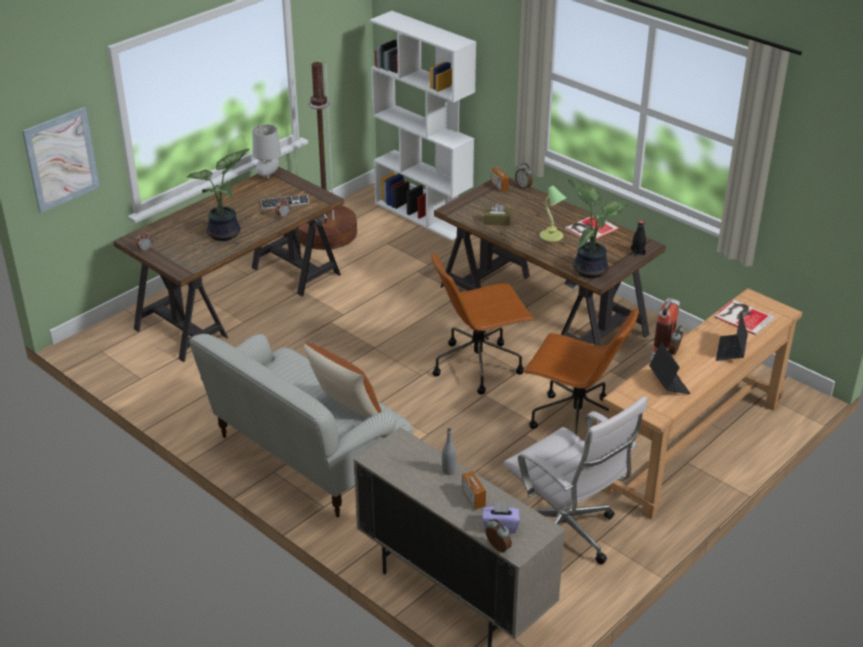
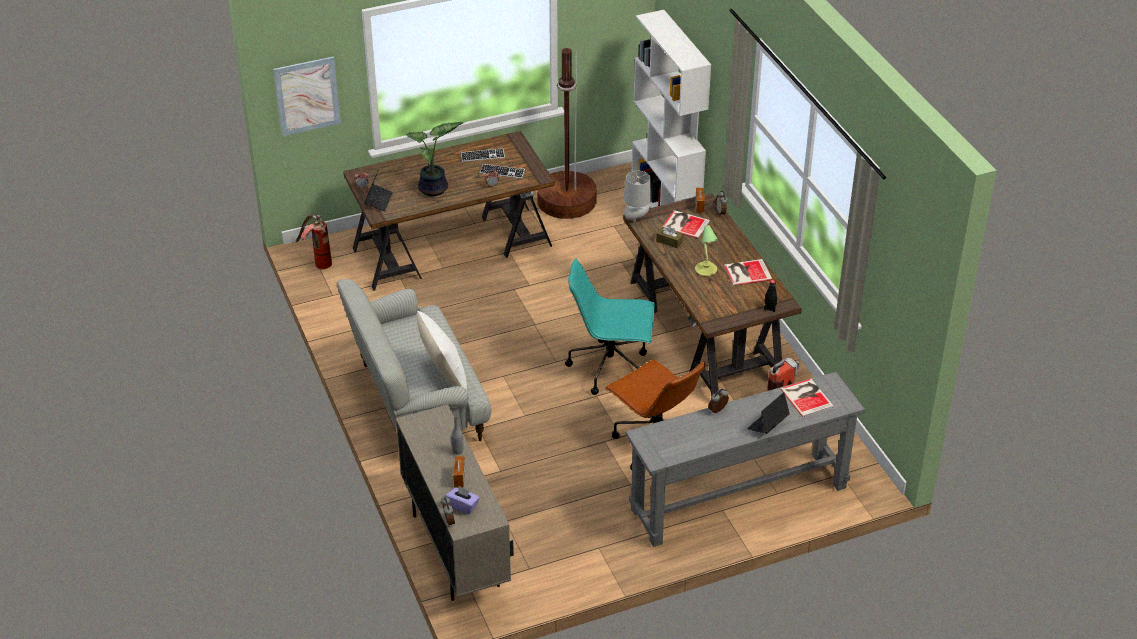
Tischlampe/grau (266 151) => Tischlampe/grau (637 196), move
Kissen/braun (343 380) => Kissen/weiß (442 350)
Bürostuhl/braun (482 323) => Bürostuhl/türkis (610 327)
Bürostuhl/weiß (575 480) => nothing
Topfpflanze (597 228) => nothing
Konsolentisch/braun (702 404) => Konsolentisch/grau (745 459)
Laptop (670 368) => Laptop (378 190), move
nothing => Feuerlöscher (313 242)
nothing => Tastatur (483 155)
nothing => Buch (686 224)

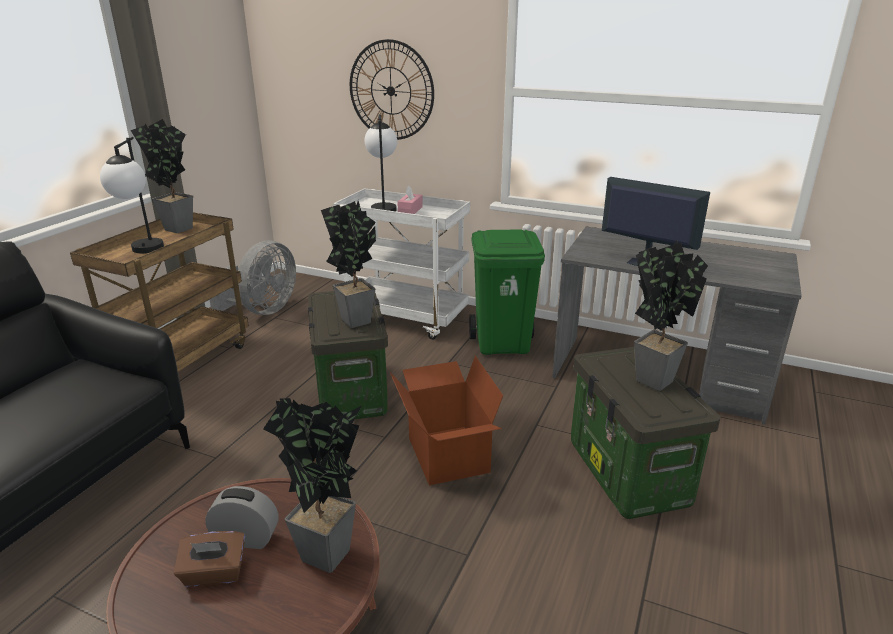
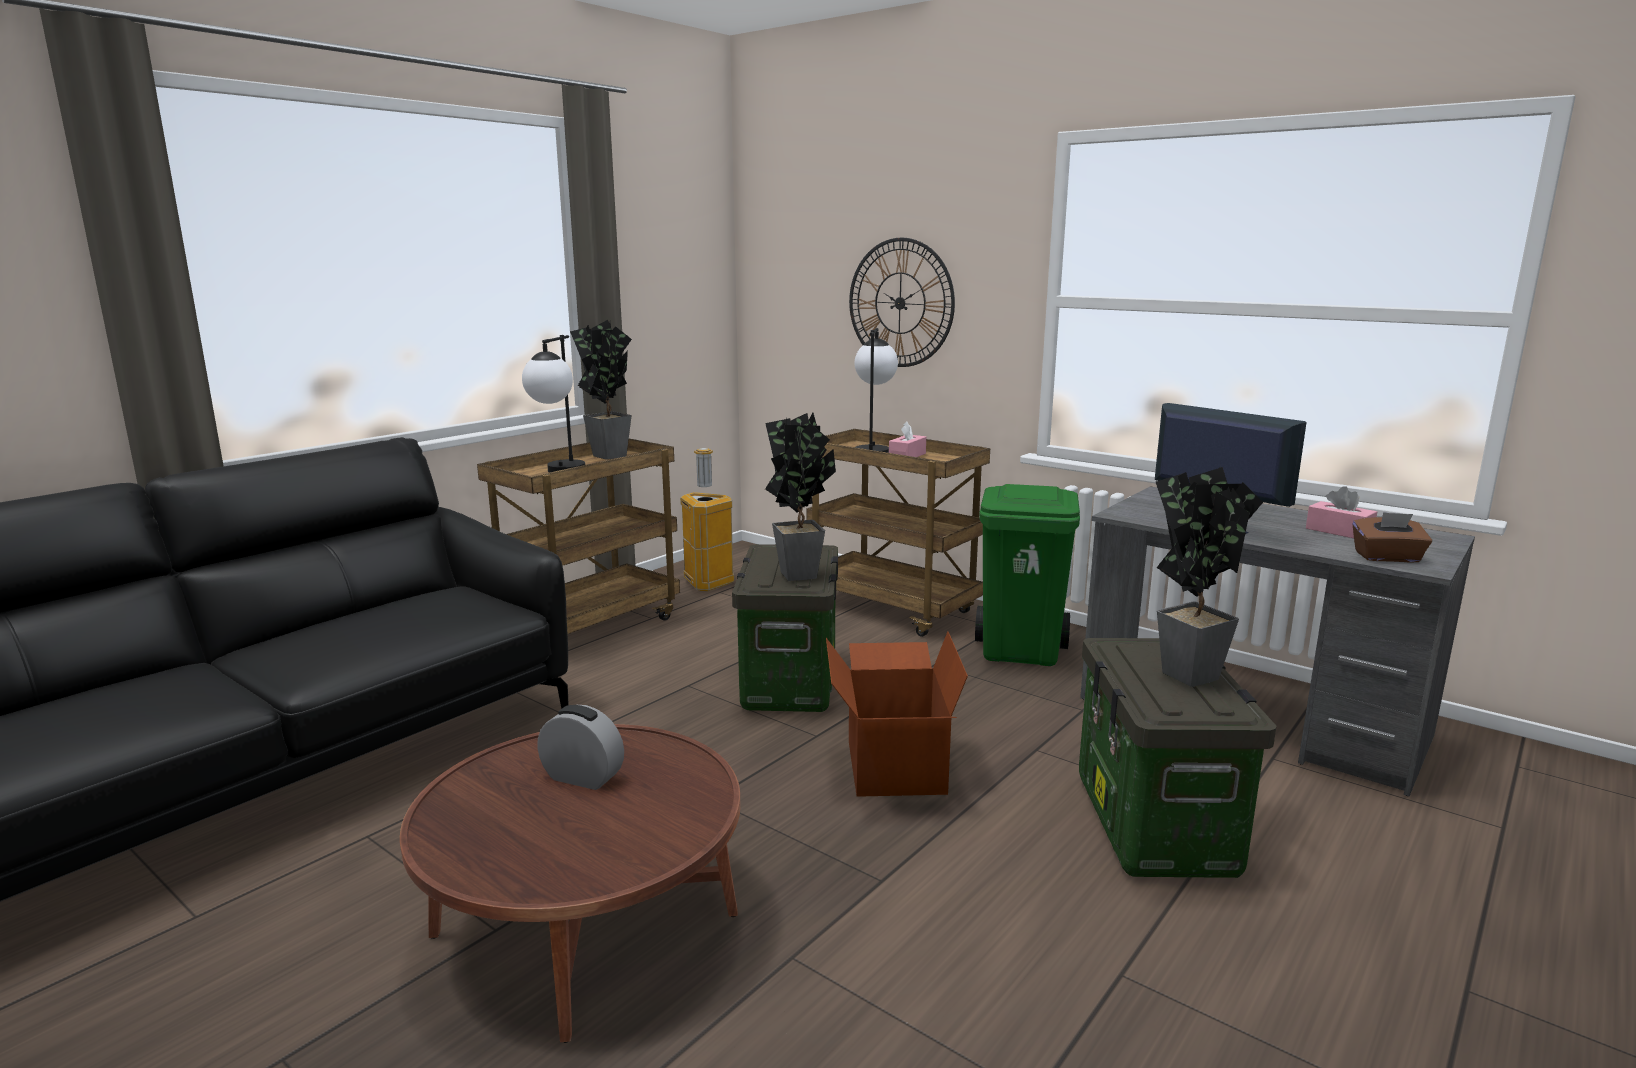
Taschentuchbox/braun (209 559) => Taschentuchbox/braun (1392 537), move
Ventilator/grau (253 277) => Mülleimer (707 519)
Topfpflanze (312 485) => nothing
Rollwagen/weiß (401 264) => Rollwagen/braun (898 533)
nothing => Taschentuchbox/rosa (1341 512)

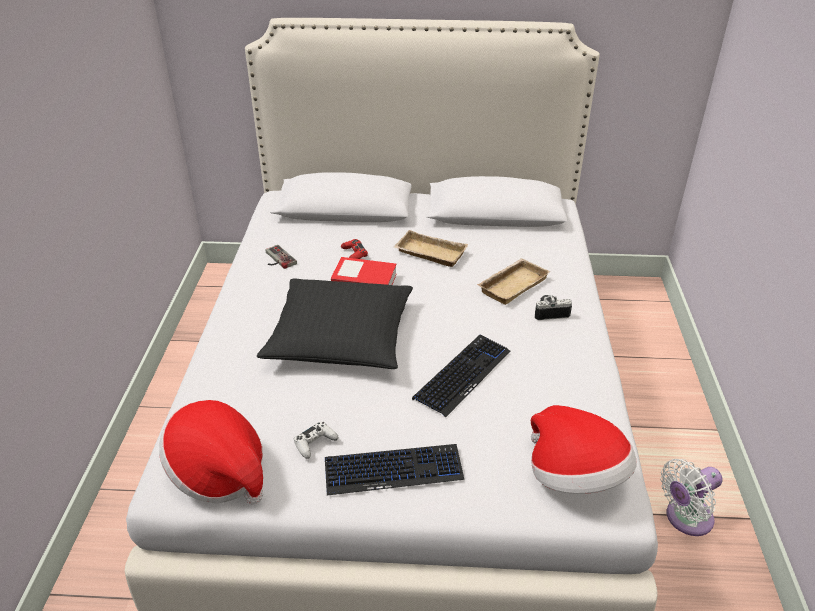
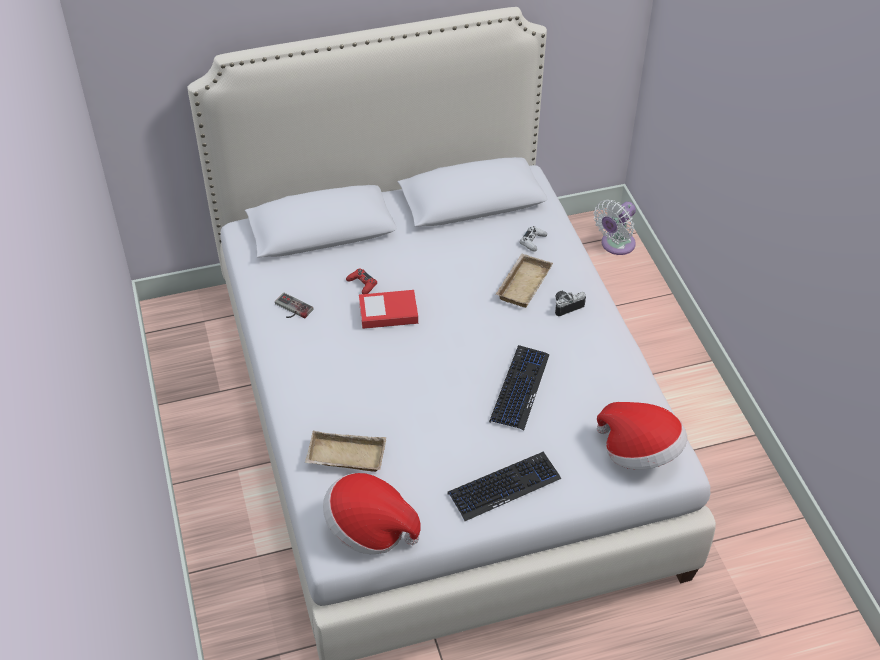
Kissen/schwarz (335 323) => nothing
Gamepad/weiß (316 440) => Gamepad/weiß (533 238), move
Tablett/beige (431 248) => Tablett/beige (345 451), move
Ventilator/weiß (691 497) => Ventilator/weiß (615 227), move

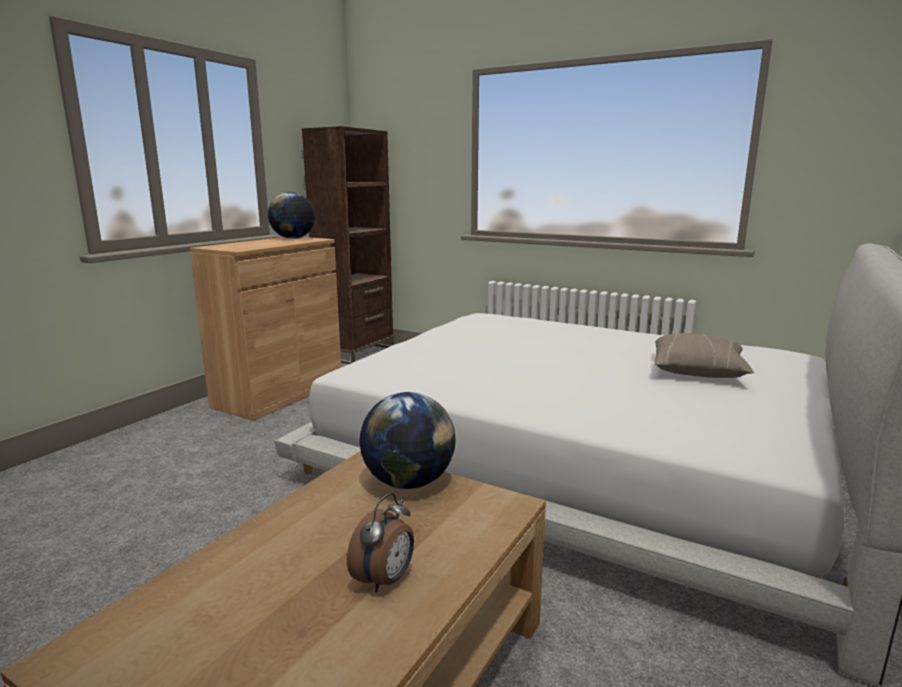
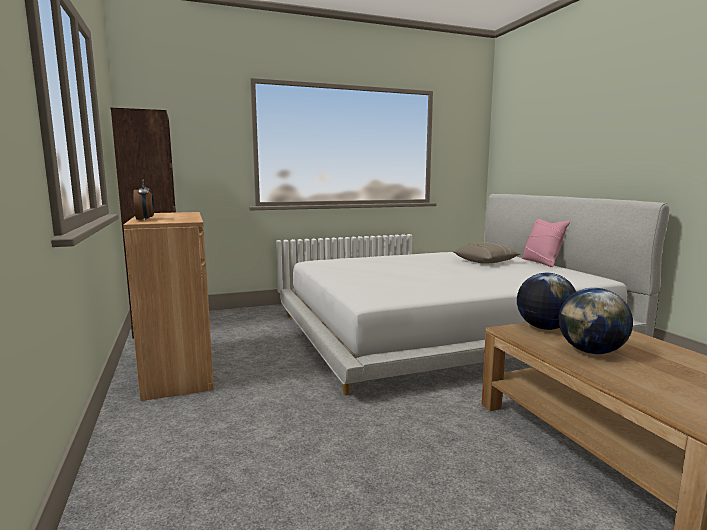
Globus (291 215) => Globus (596 321), move
Wecker (380 542) => Wecker (143 199), move
nothing => Kissen/rosa (546 243)

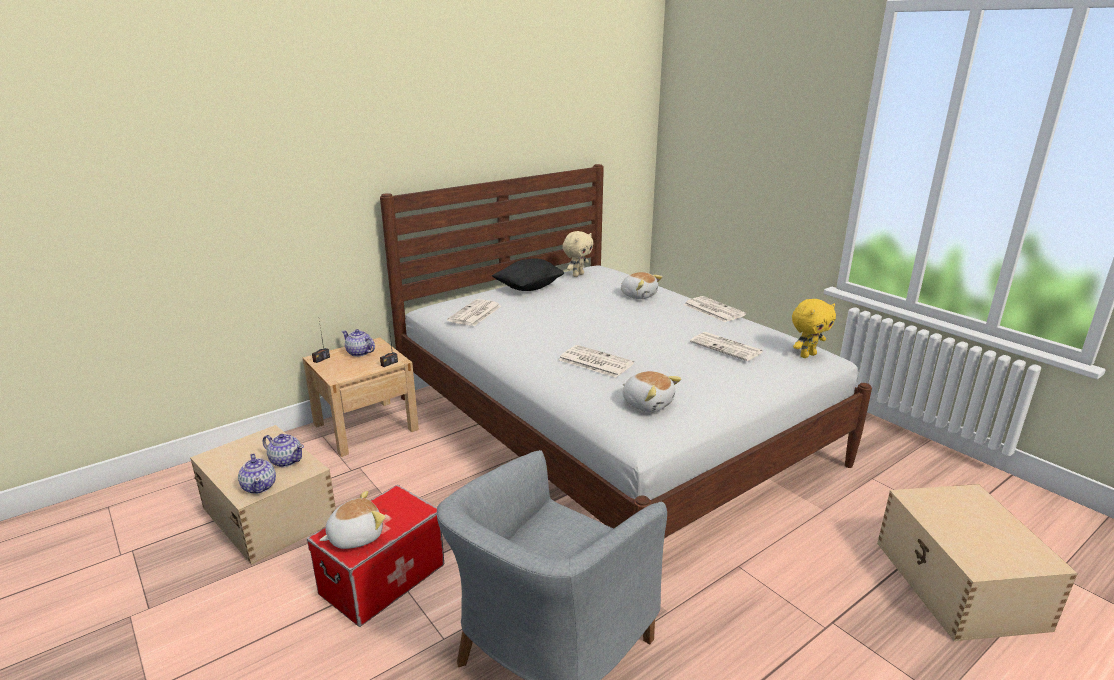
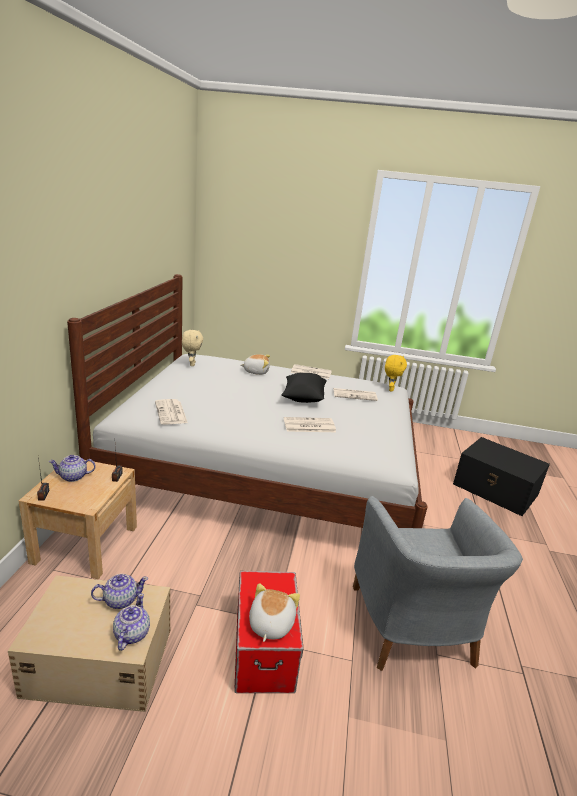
Teekanne (257 474) => Teekanne (131 622), 105 degrees counterclockwise
Kissen/schwarz (528 274) => Kissen/schwarz (304 388), move
Plüschtier (652 391) => nothing
Aufbewahrungsbox/beige (977 562) => Aufbewahrungsbox/schwarz (501 476)

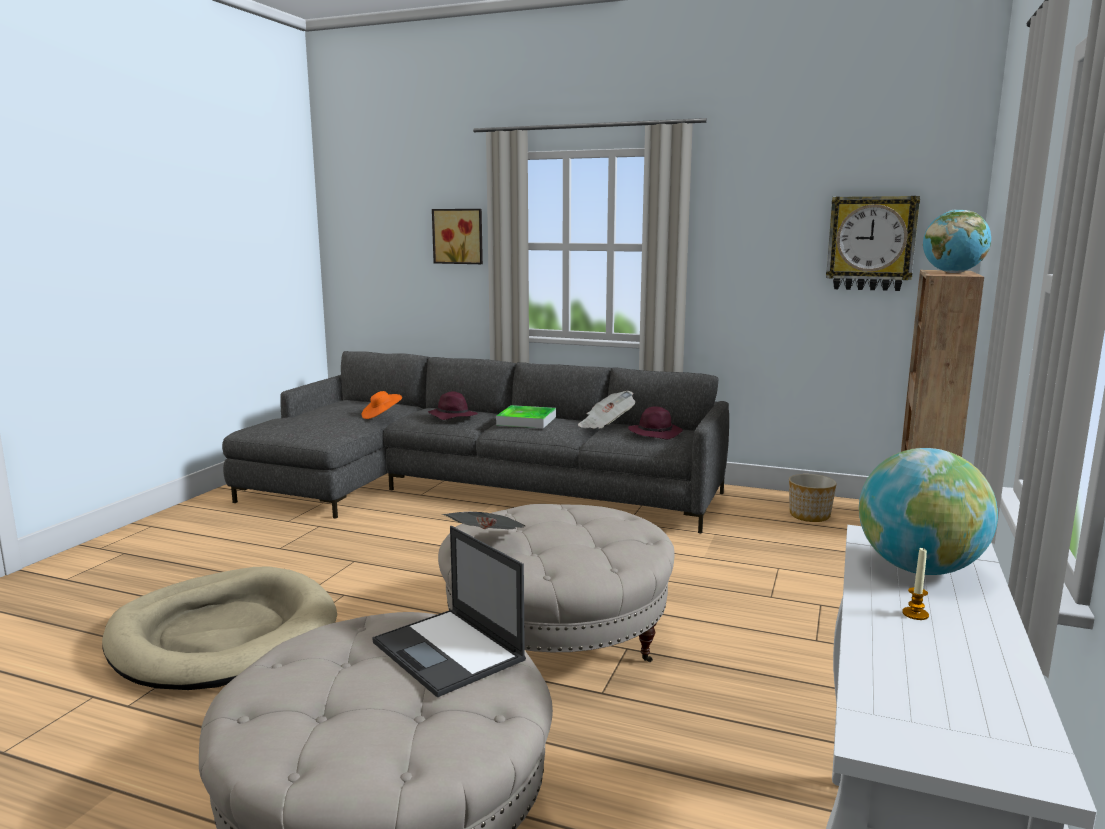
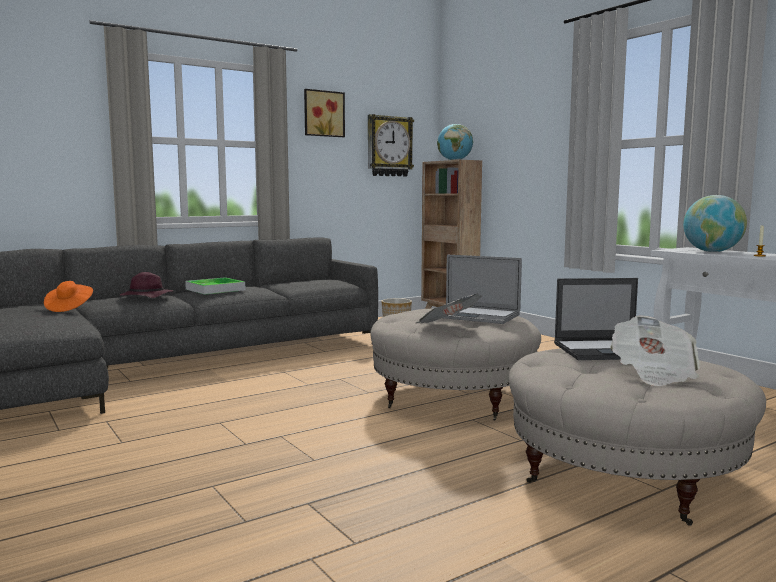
Hundebett/beige (219 628) => nothing
Bild (457 236) => Bild (324 113), move
Zeitung (606 410) => Zeitung (655 350), move
Hut/lila (655 423) => nothing
nothing => Laptop (473 289)

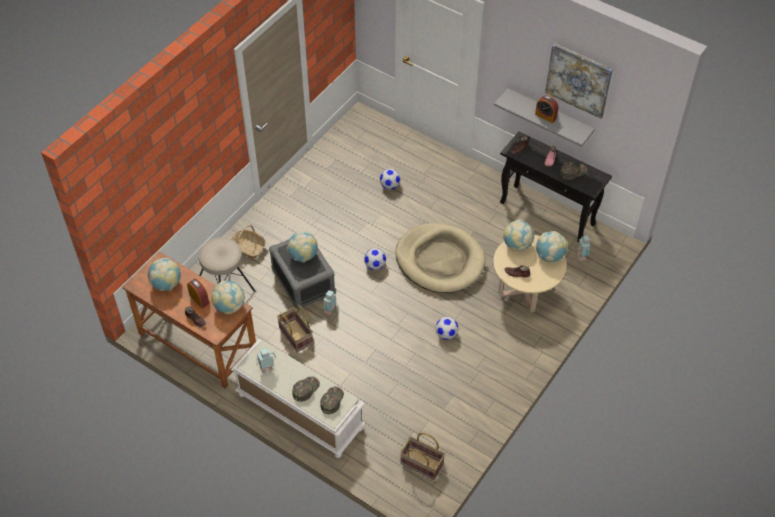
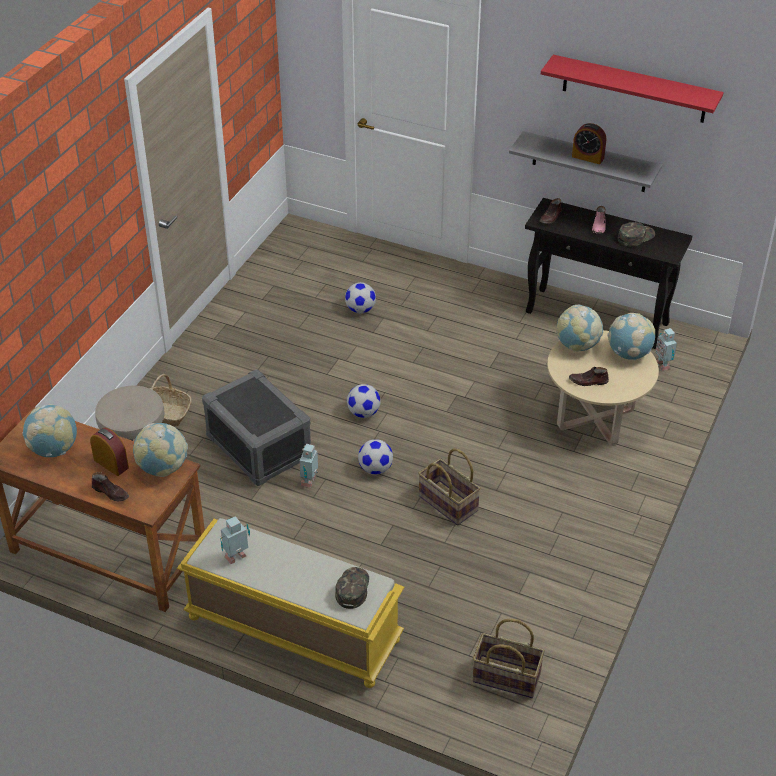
Bank/weiß (298 398) => Bank/gelb (290 603)
Korb (295 328) => Korb (449 487), move
Globus (302 246) => nothing
Kappe/grün (306 389) => nothing
Hundebett/beige (441 258) => nothing
Fußball (446 328) => Fußball (375 456), move
Bild (579 81) => Wandregal/rot (632 89)

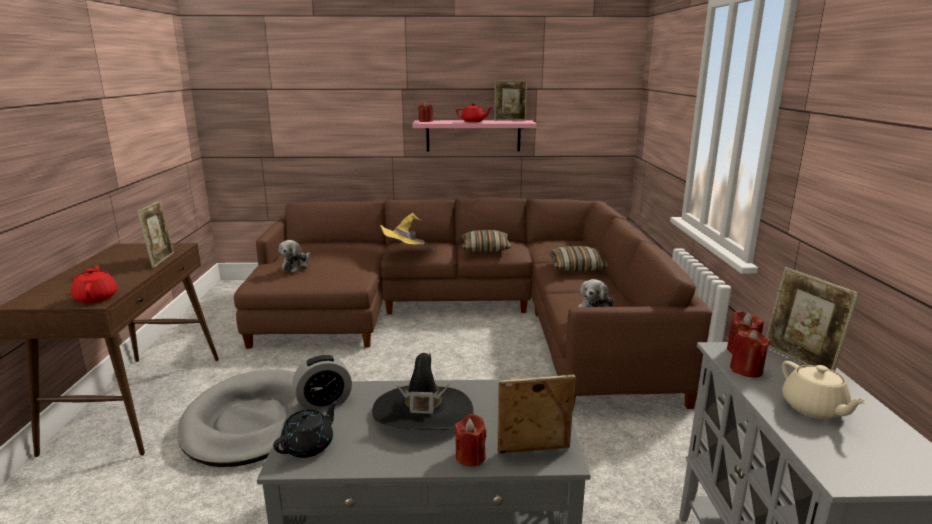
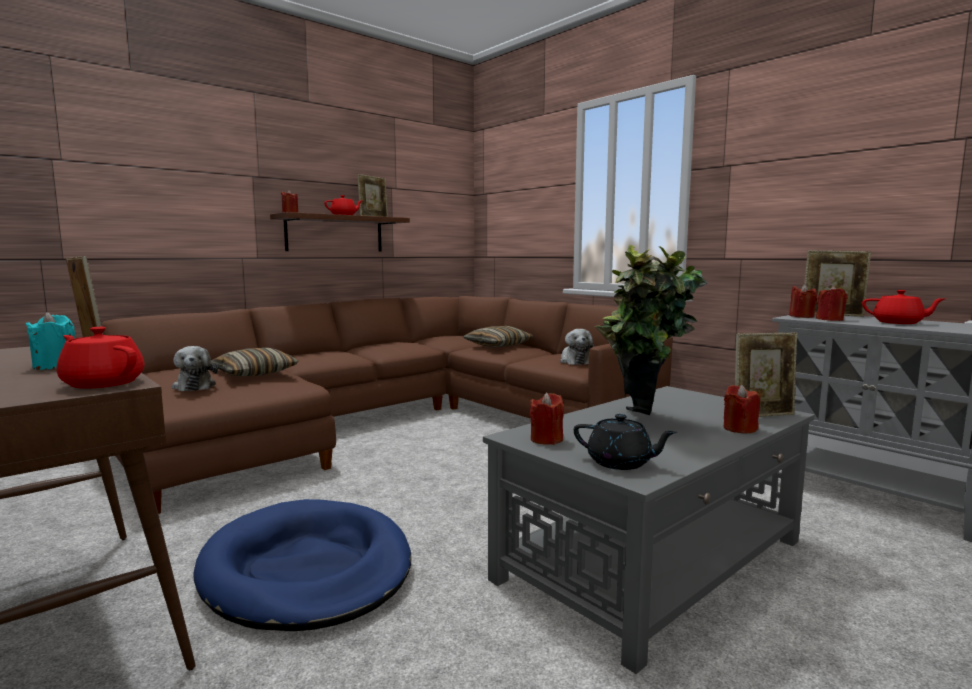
Hundebett/grau (236 418) => Hundebett/blau (302 565)
Teekanne/schwarz (305 429) => Teekanne/schwarz (625 442), 120 degrees clockwise
Wecker (322 382) => Kerze/rot (547 419)
Hut/schwarz (423 391) => Topfpflanze (651 330)
Hut/gelb (407 232) => nothing
Wandregal/rosa (475 135) => Wandregal/braun (340 231)
Kissen (486 241) => Kissen (255 362), move
Bilderrahmen (536 414) => Bilderrahmen (766 375), 150 degrees counterclockwise
Teekanne/beige (824 390) => Teekanne/rot (903 307)
nothing => Kerze/türkis (50 341)

